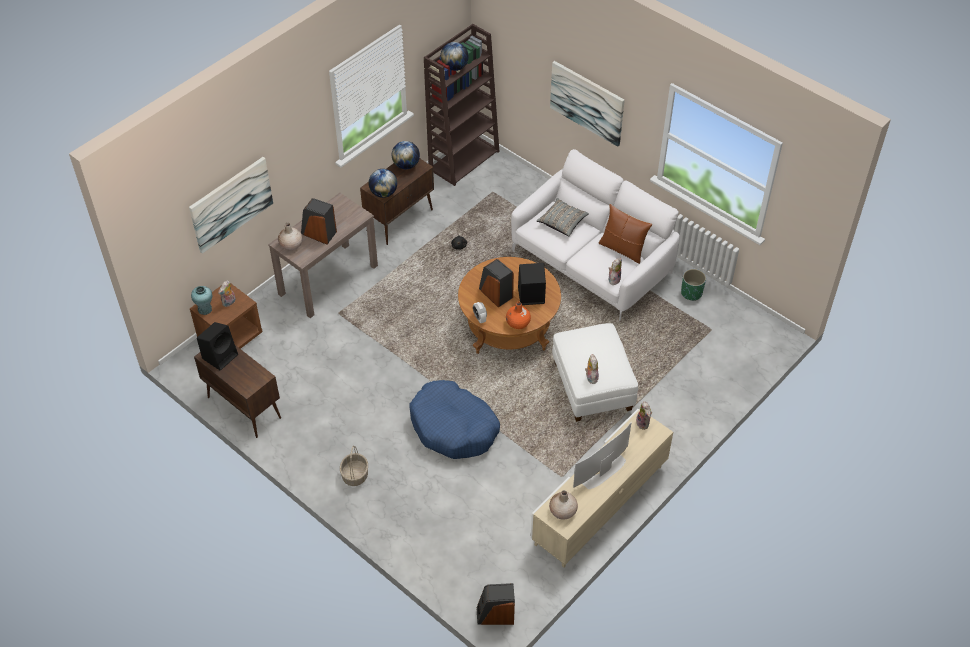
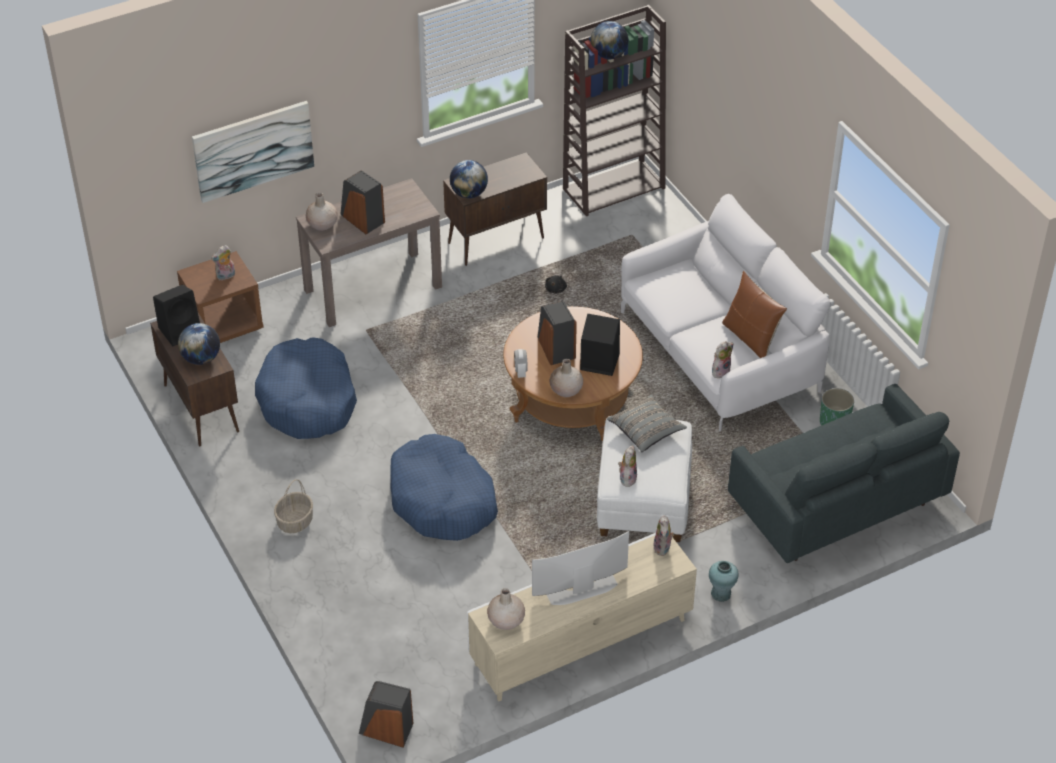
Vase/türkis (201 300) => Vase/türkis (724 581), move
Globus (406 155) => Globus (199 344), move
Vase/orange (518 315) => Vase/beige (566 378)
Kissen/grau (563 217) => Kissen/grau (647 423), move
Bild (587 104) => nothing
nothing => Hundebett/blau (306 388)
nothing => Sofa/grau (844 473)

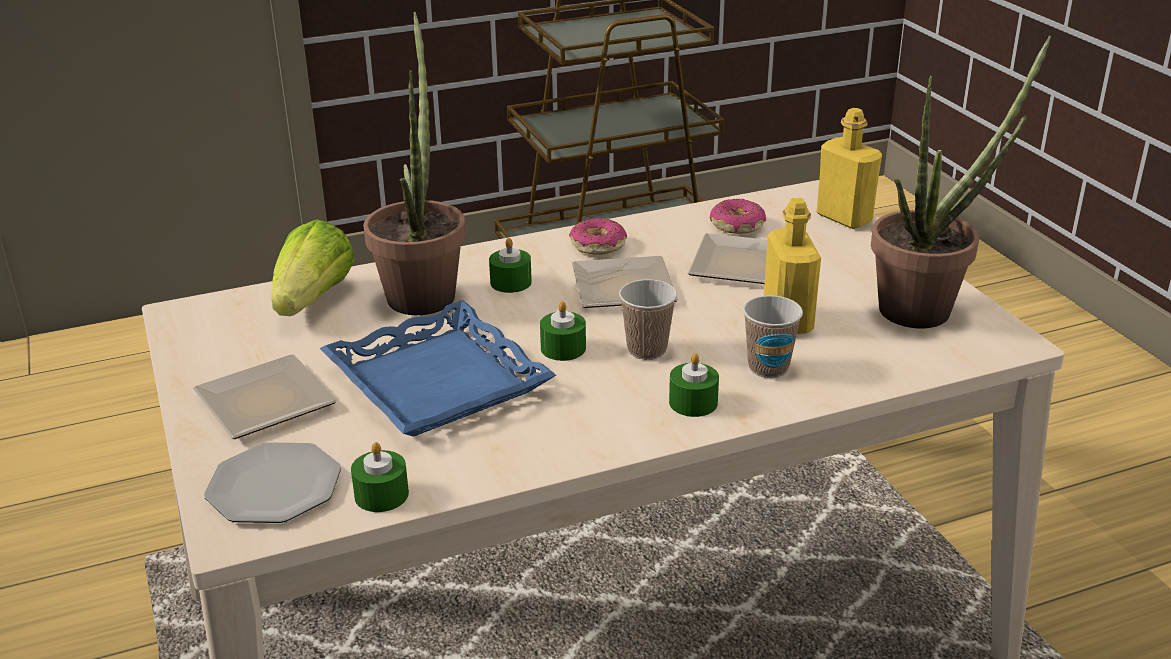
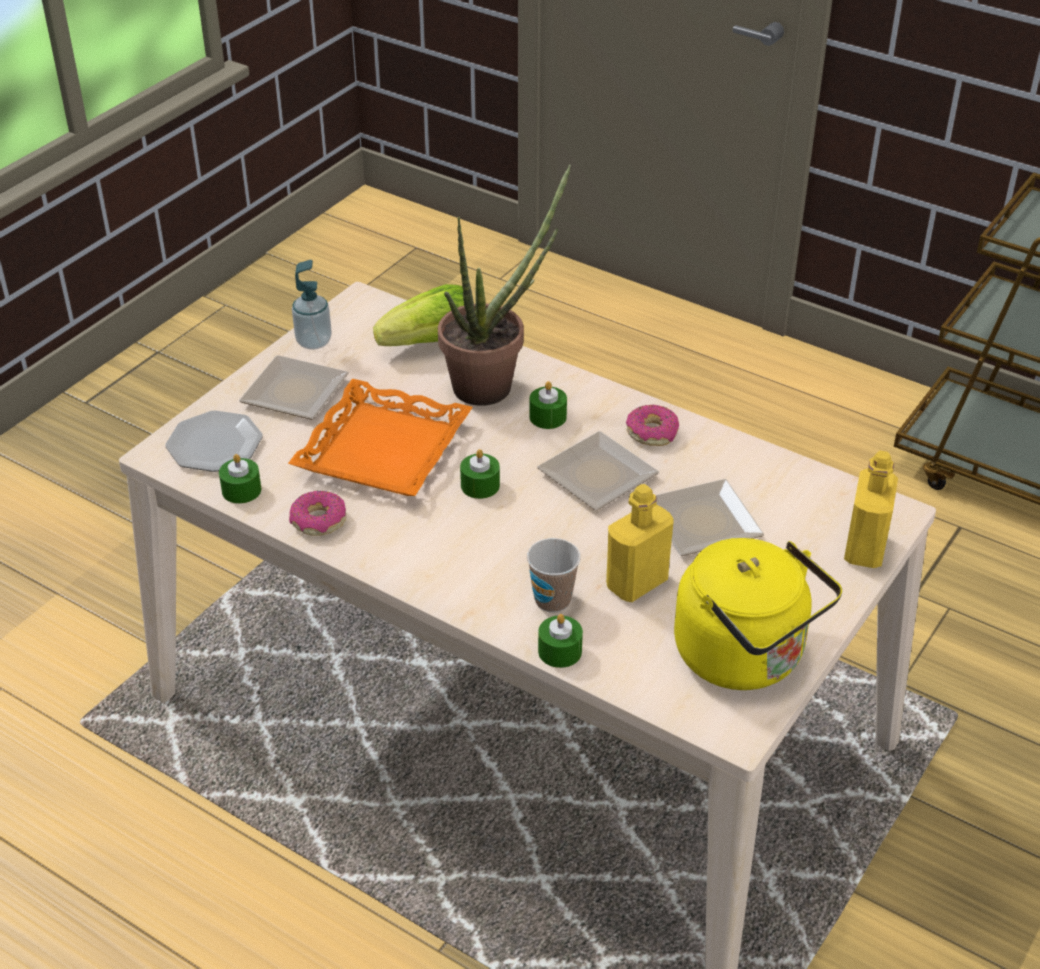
Tablett/blau (438 368) => Tablett/orange (380 437)
Tasse (648 319) => nothing
Kerze/grün (694 385) => Kerze/grün (560 641), move
Donut (738 216) => Donut (317 513), move
Topfpflanze (961 182) => Wasserkessel/gelb (758 614)
nothing => Seifenspender (312 305)

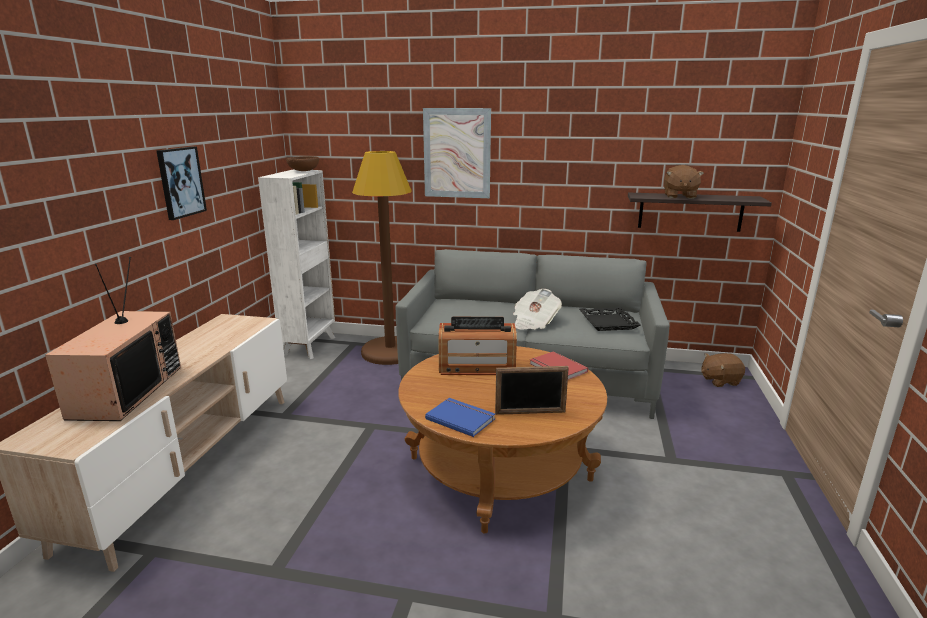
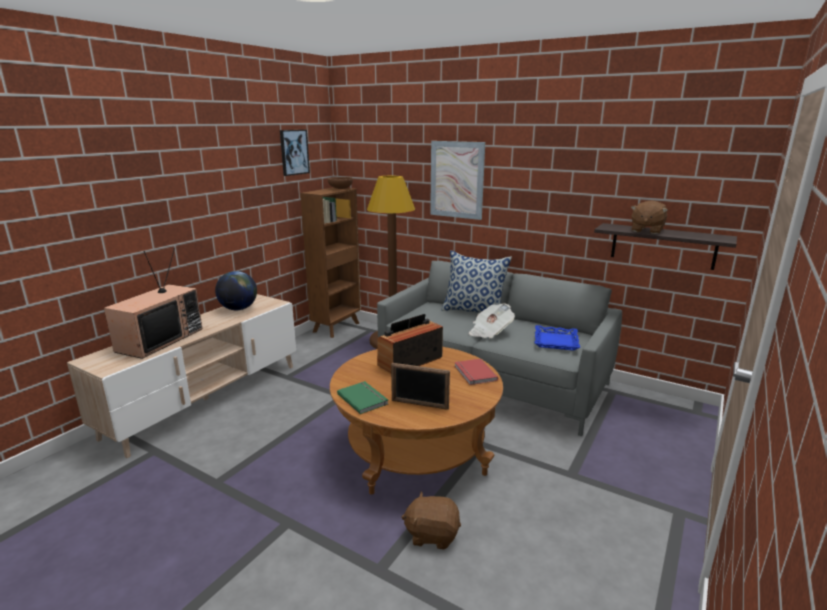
Bild (181 183) => Bild (295 153), move
Bücherregal/weiß (296 264) => Bücherregal/braun (330 262)
Buch/blau (460 417) => Buch/grün (362 397)
Radio (477 346) => Radio (410 343), 120 degrees clockwise
Tablett/schwarz (610 319) => Tablett/blau (557 338)
Plüschtier/braun (723 370) => Plüschtier/braun (431 521), move
nothing => Globus (236 290)
nothing => Kissen (476 281)

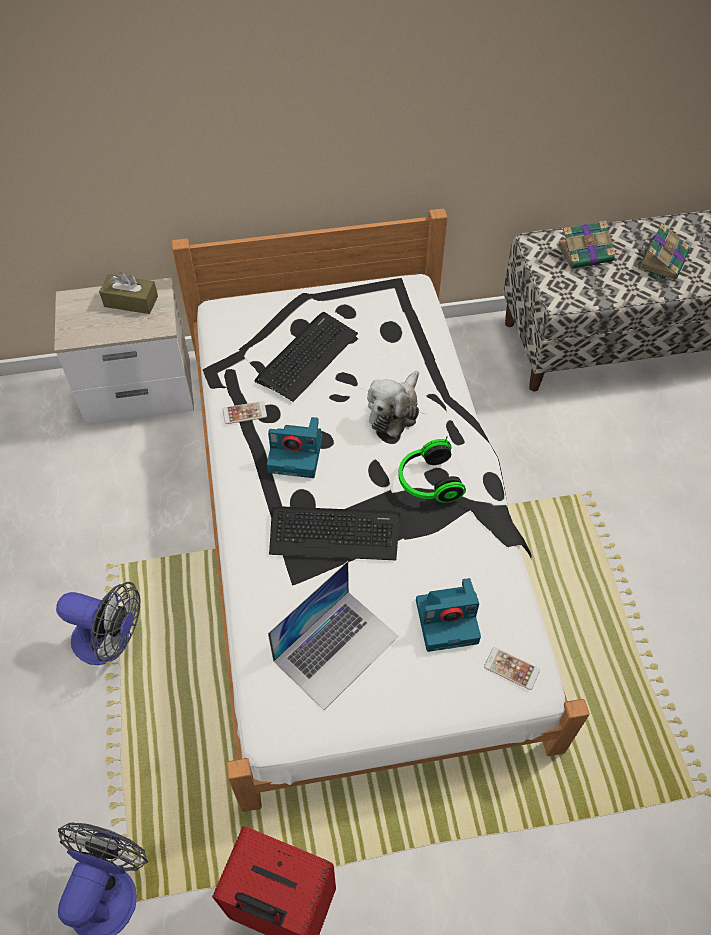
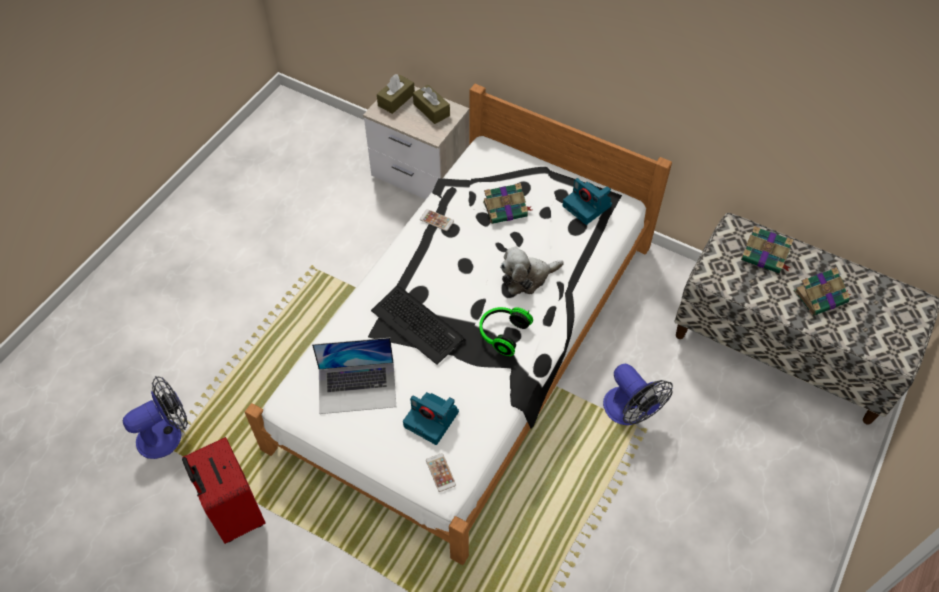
Ventilator (98 623) => Ventilator (638 394), move
Tastatur (306 357) => Buch (507 203)
Kamera (294 447) => Kamera (587 201), move
nothing => Taschentuchbox/braun (396 94)

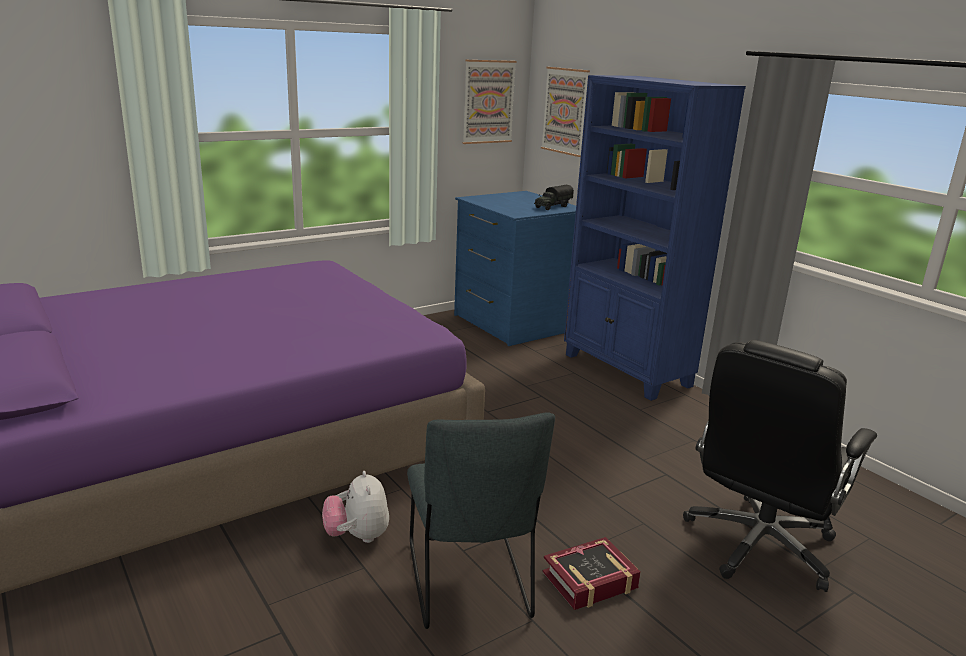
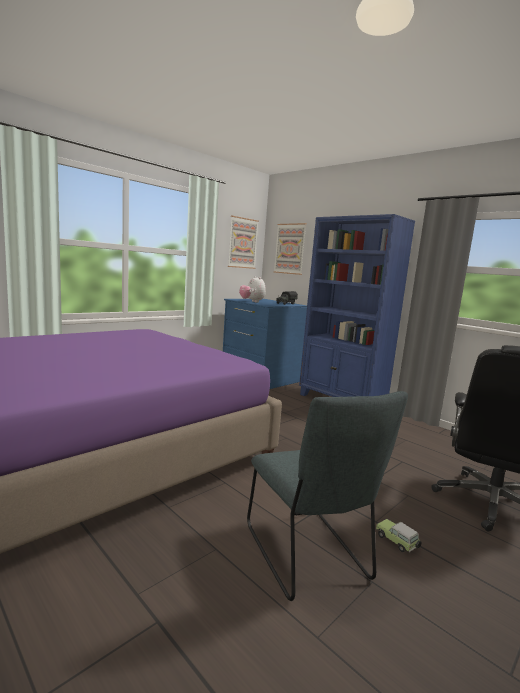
Plüschtier (355 507) => Plüschtier (252 289), move
Buch (591 573) => Spielzeugauto (398 535)

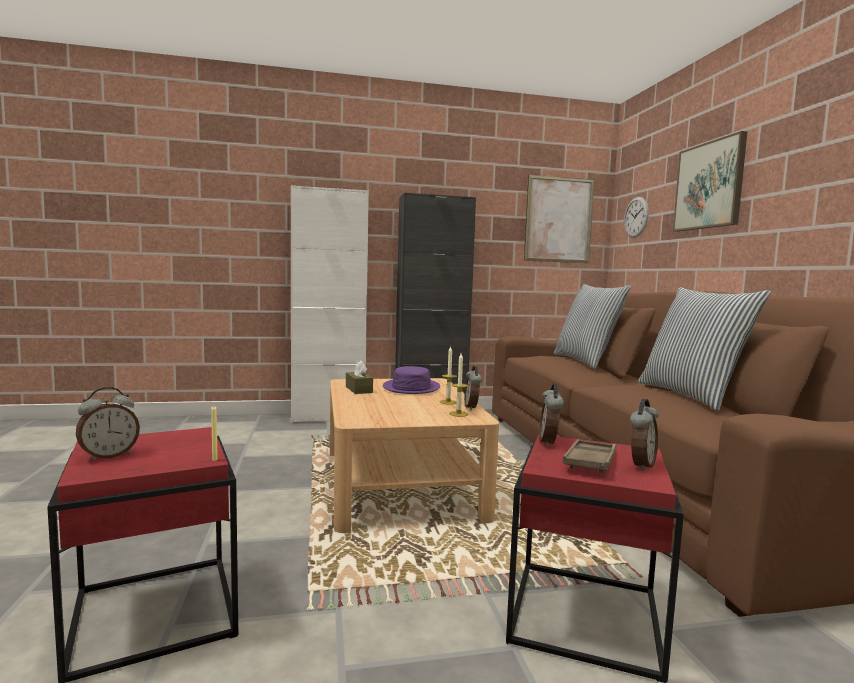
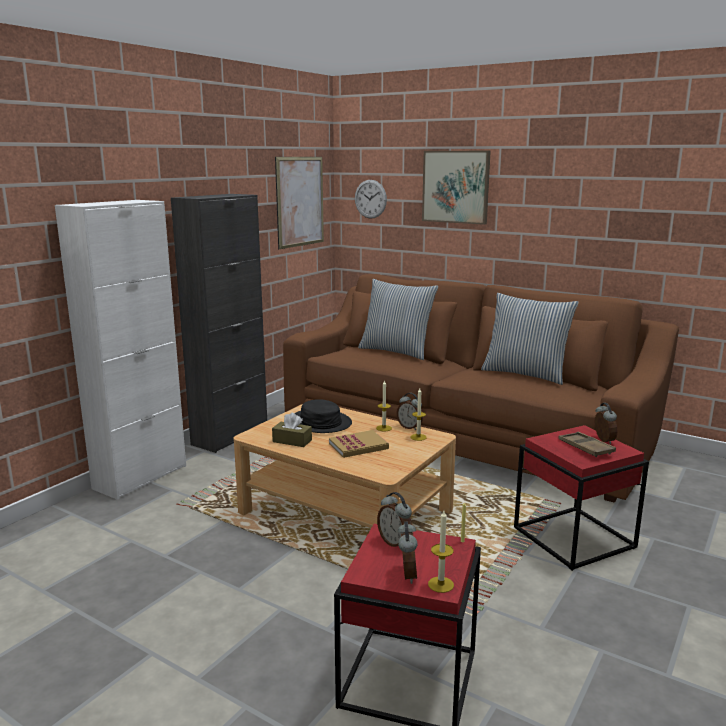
Hut/lila (411 380) => Hut/schwarz (323 416)
Wecker (551 415) => Wecker (394 519), move
nothing => Buch (359 444)
nothing => Kerze (441 552)

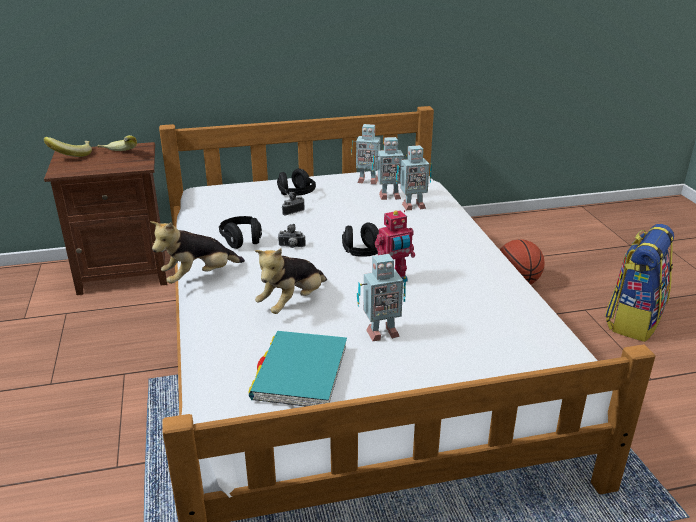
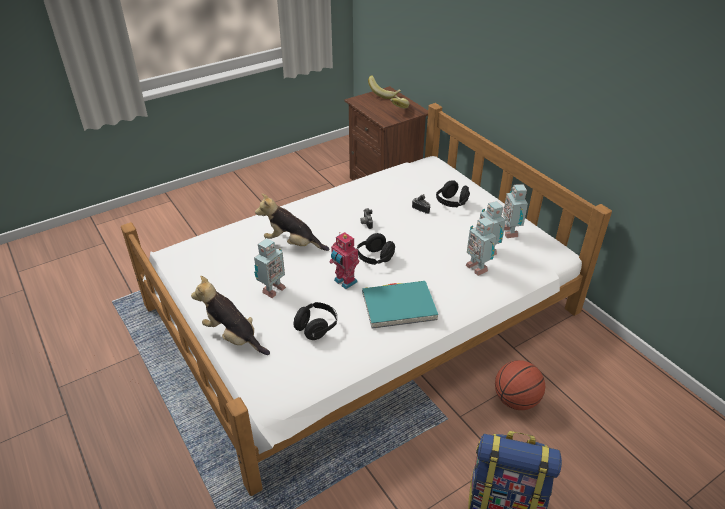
Plüschtier (197 252) => Plüschtier (230 315), move
Kopfhörer/schwarz (240 232) => Kopfhörer/schwarz (315 321), move
Buch/türkis (297 369) => Buch/türkis (400 305), move
Spielzeugroboter (381 297) => Spielzeugroboter (270 268), 105 degrees counterclockwise

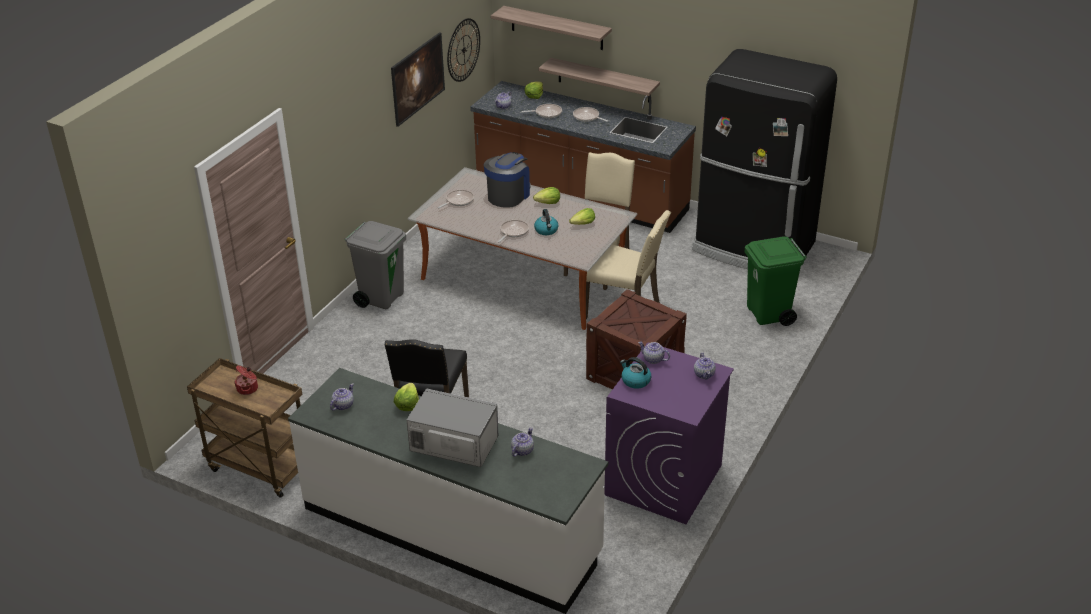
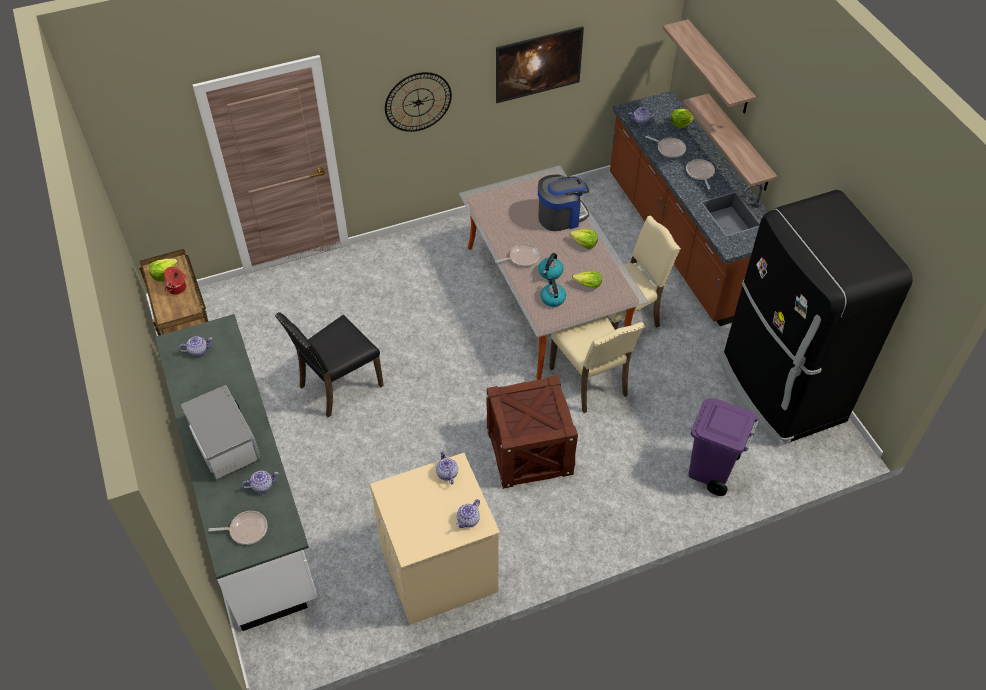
Mülleimer/grau (375 265) => nothing
Salatkopf (406 397) => Salatkopf (163 270), move
Pfanne (455 199) => Pfanne (238 528), move
Wanduhr (463 50) => Wanduhr (418 102), move
Waschmaschine/lila (669 433) => Waschmaschine/beige (435 539)
Wasserkessel (635 373) => Wasserkessel (553 292), move
Mülleimer/grün (776 281) => Mülleimer/lila (724 447)

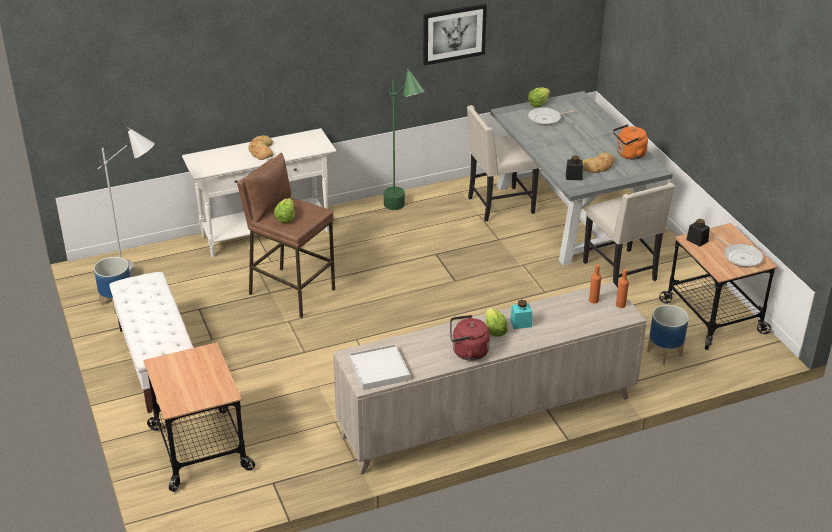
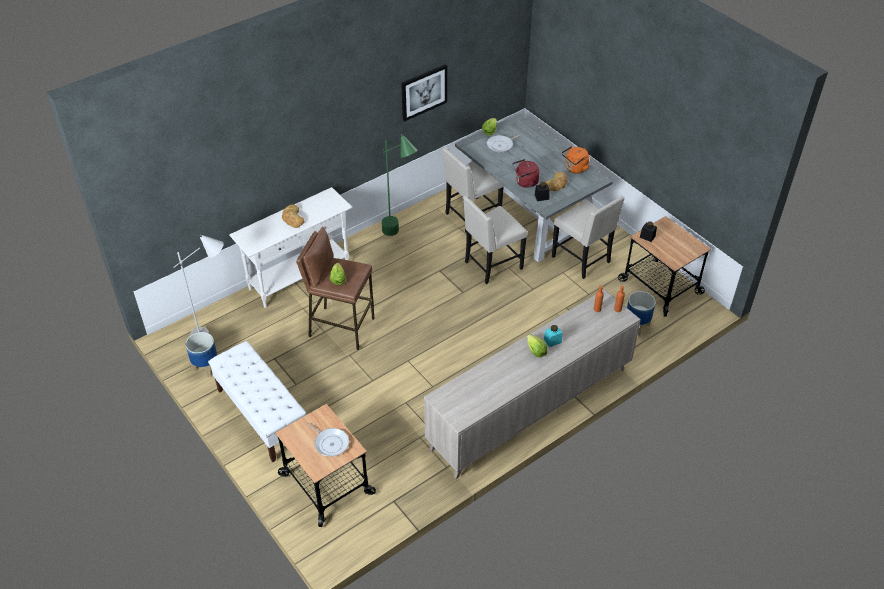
Tablett/weiß (379 367) => nothing
Wasserkessel/rot (470 338) => Wasserkessel/rot (526 173), move
Pfanne (738 252) => Pfanne (327 439), move
nothing => Stuhl/beige (495 239)

